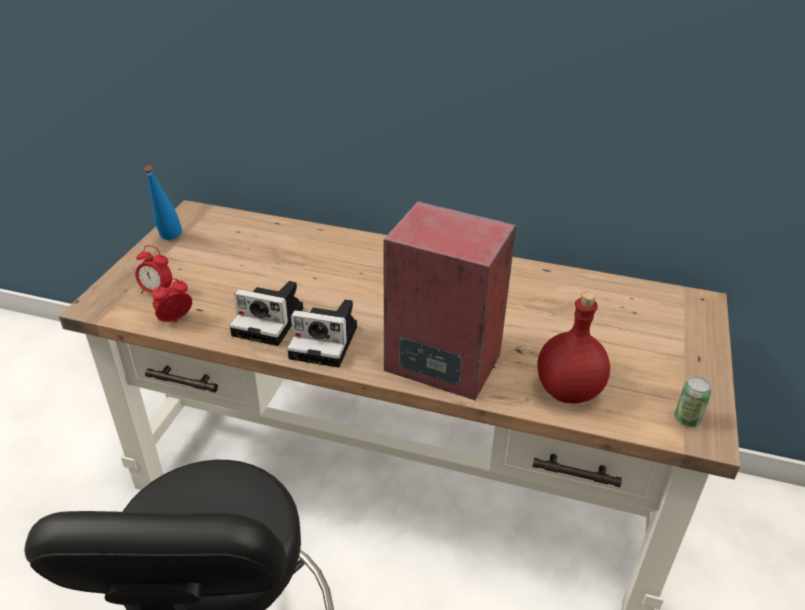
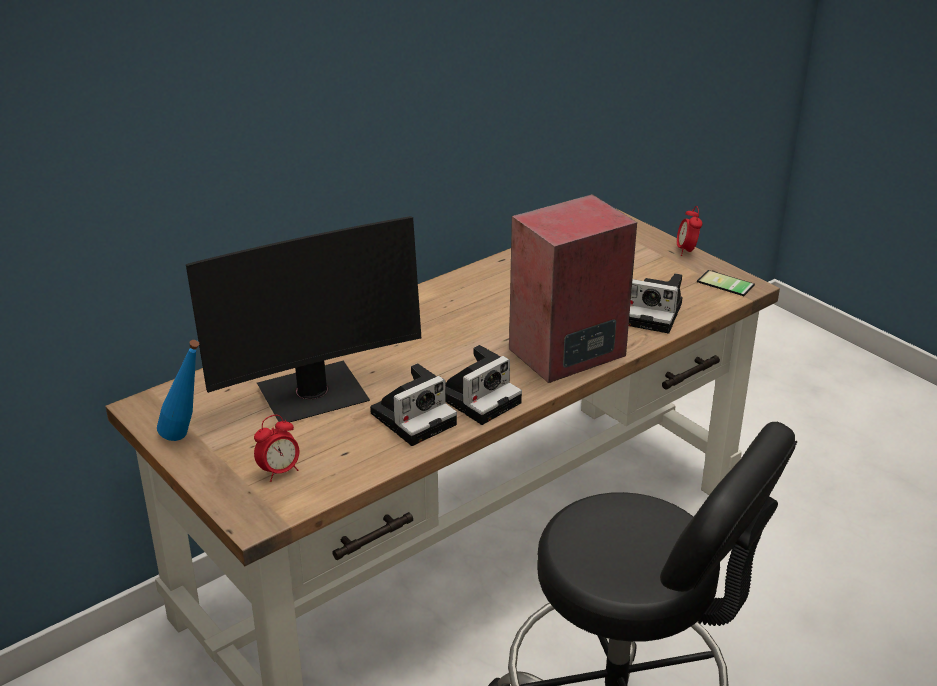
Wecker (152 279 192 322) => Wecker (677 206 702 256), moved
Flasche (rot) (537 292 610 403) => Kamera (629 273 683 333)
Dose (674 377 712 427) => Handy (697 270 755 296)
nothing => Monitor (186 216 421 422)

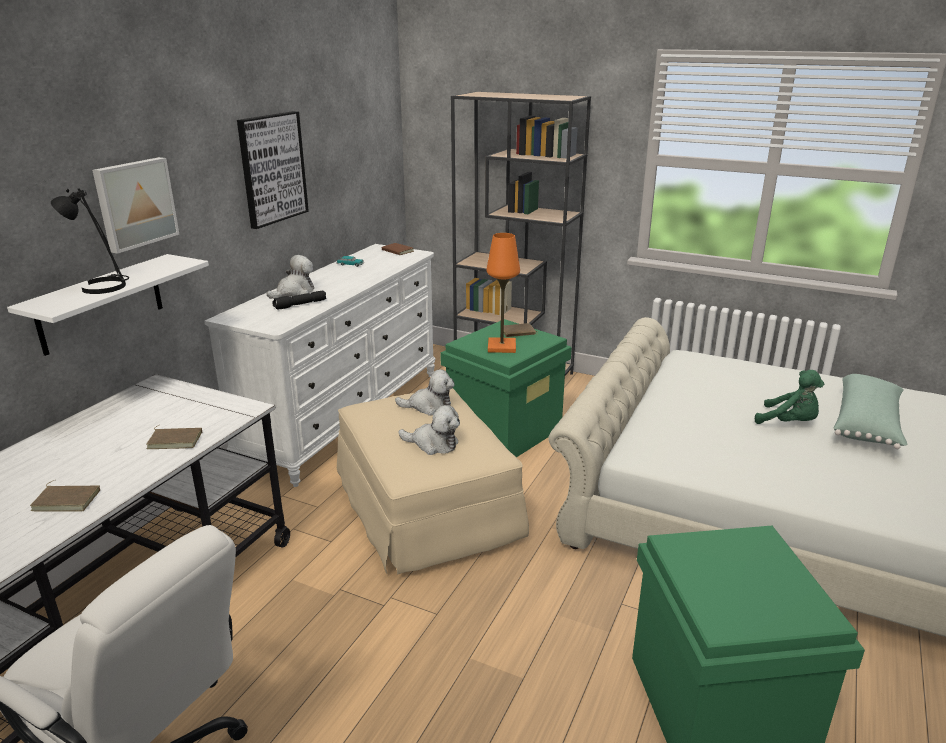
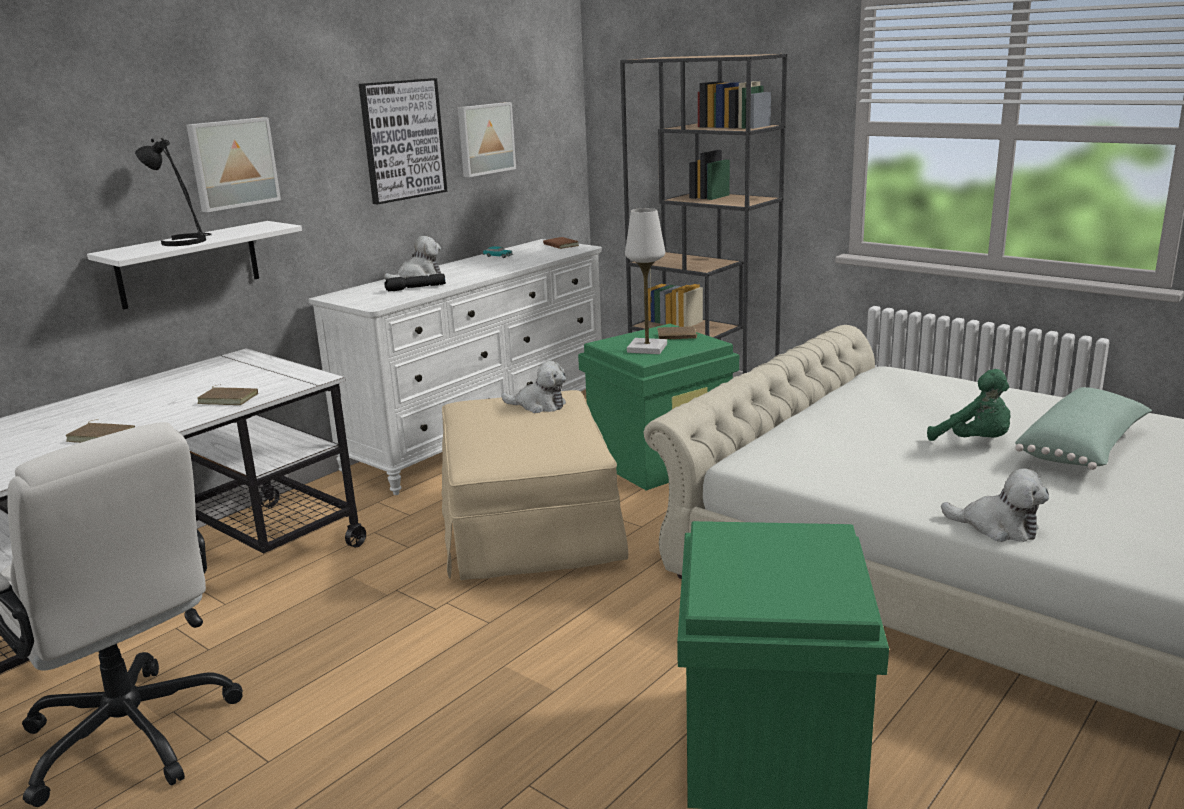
Tischlampe (orange) (486 233 520 353) => Tischlampe (weiß) (625 208 667 354)
Plüschtier (398 405 460 455) => Plüschtier (941 468 1049 542), moved
nothing => Bild (458 102 516 177)

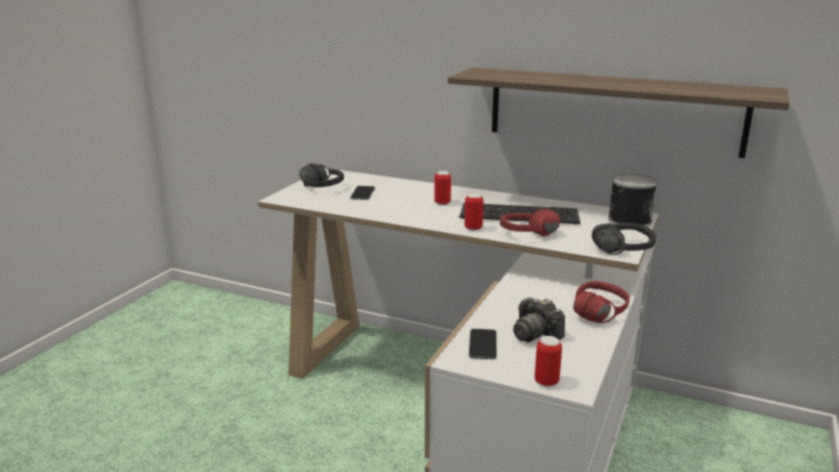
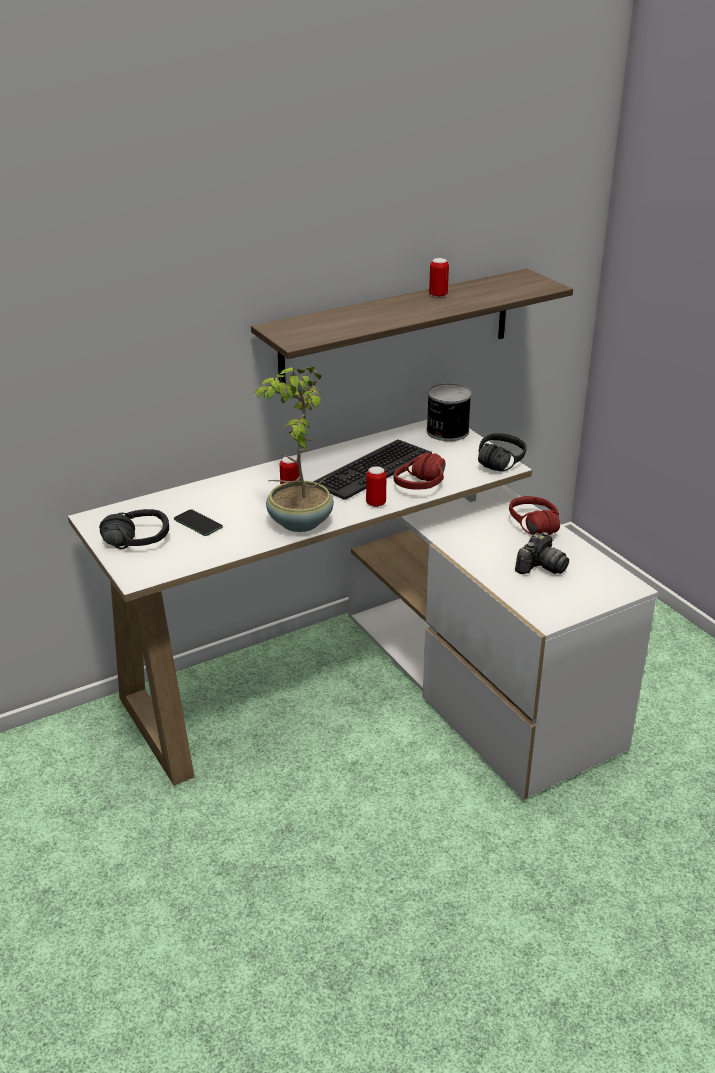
Kamera (513 297 565 342) => Kamera (515 532 569 574), 45 degrees counterclockwise
Handy (469 329 497 359) => nothing
Dose (535 336 562 387) => Dose (429 258 449 298), moved
nothing => Topfpflanze (254 367 334 532)

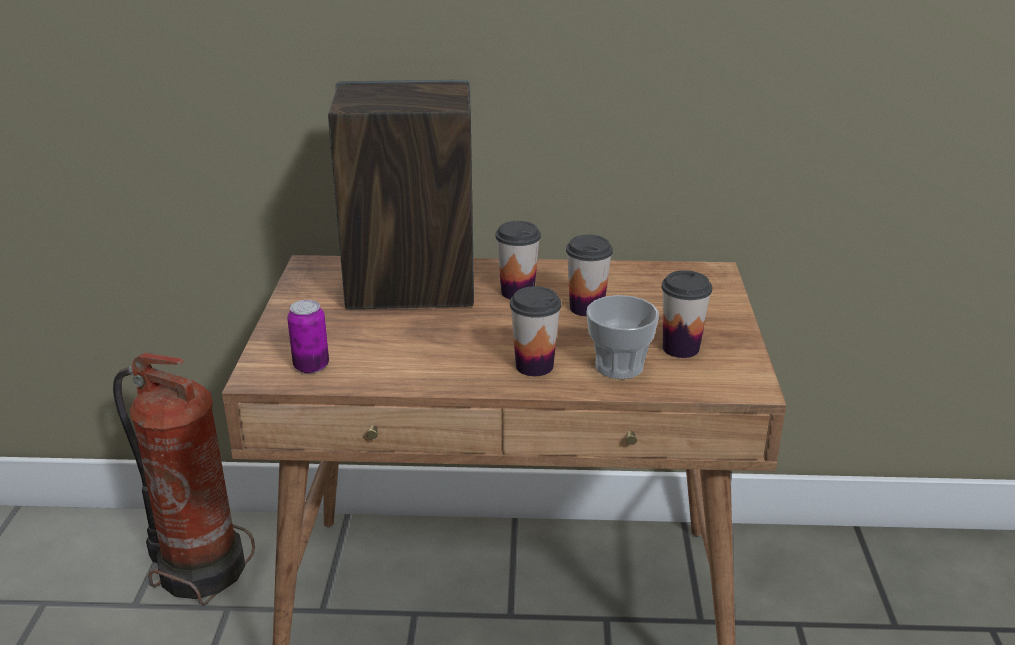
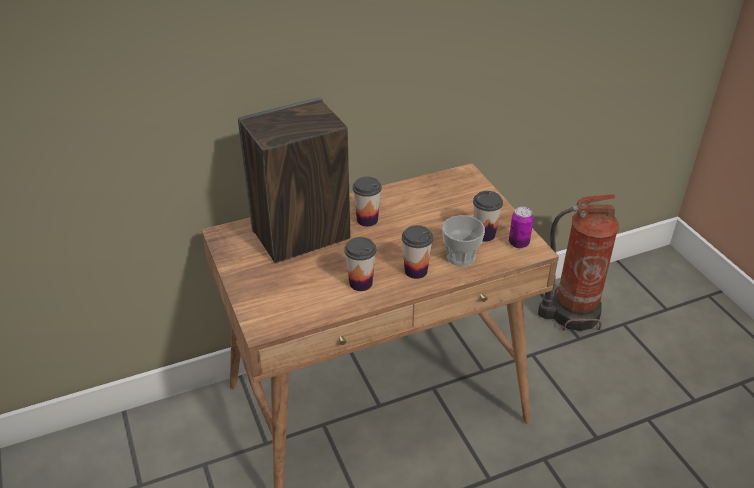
Tasse (566 235 613 316) => Tasse (344 237 376 291), moved
Dose (287 300 329 373) => Dose (509 207 534 248), moved
Feuerlöscher (113 352 255 606) => Feuerlöscher (538 194 619 331), moved

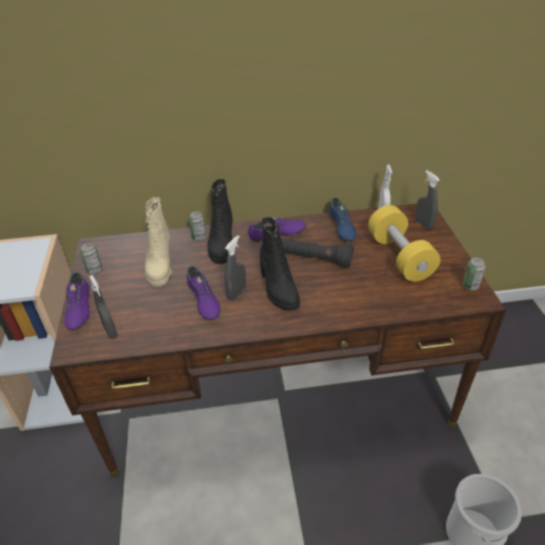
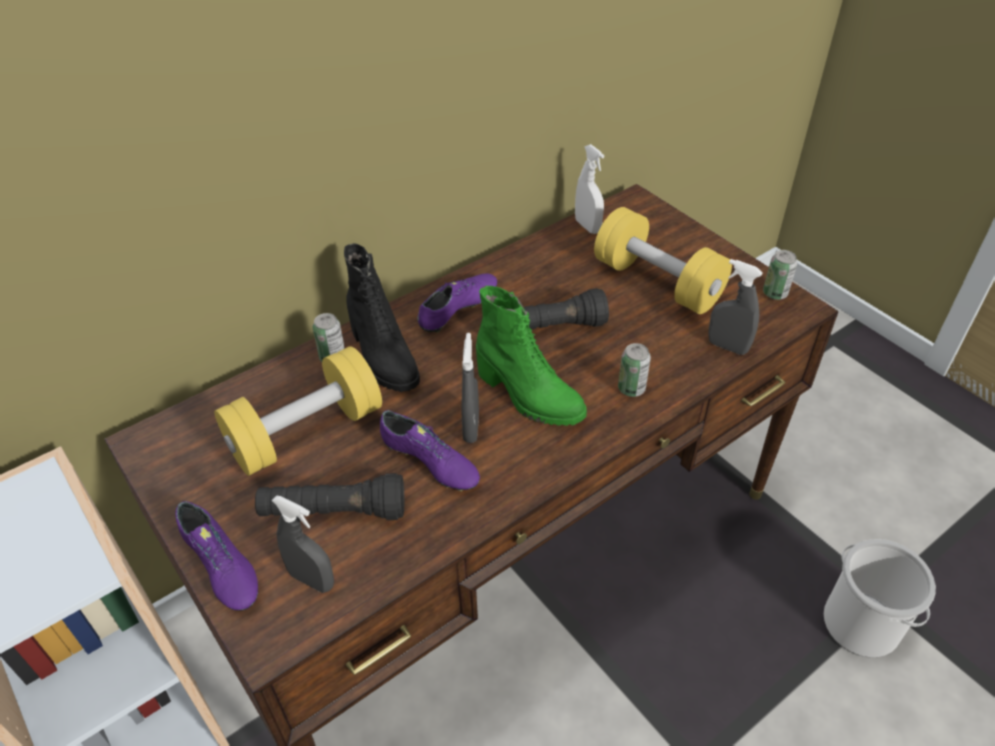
Sprühflasche (grau) (415 170 440 230) => Sprühflasche (grau) (708 259 763 355), moved
Stiefel (beige) (145 197 172 287) => Hantel (gelb) (214 346 382 476)
Schuh (blau) (329 197 356 242) => nothing
Stiefel (schwarz) (260 217 300 311) => Stiefel (grün) (476 286 587 426)
Dose (80 243 102 274) => Dose (618 343 651 397), moved
nothing => Taschenlampe (schwarz) (255 473 404 520)

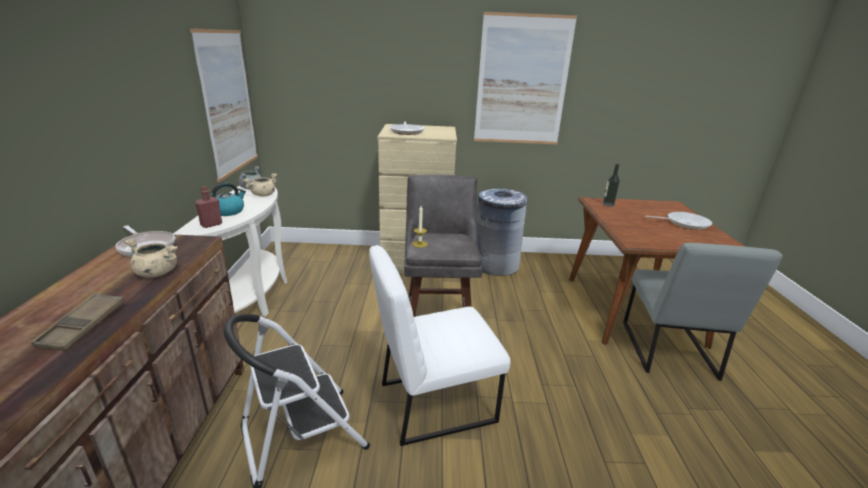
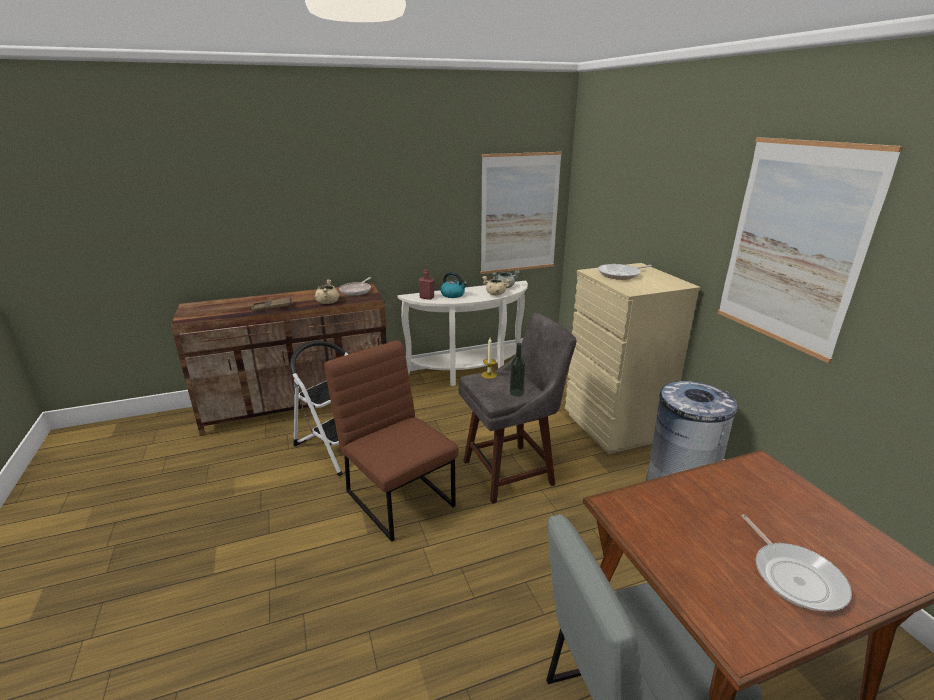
Flasche (603 164 620 207) => Flasche (510 343 526 397), moved
Stuhl (weiß) (369 245 510 446) => Stuhl (braun) (324 340 459 542)

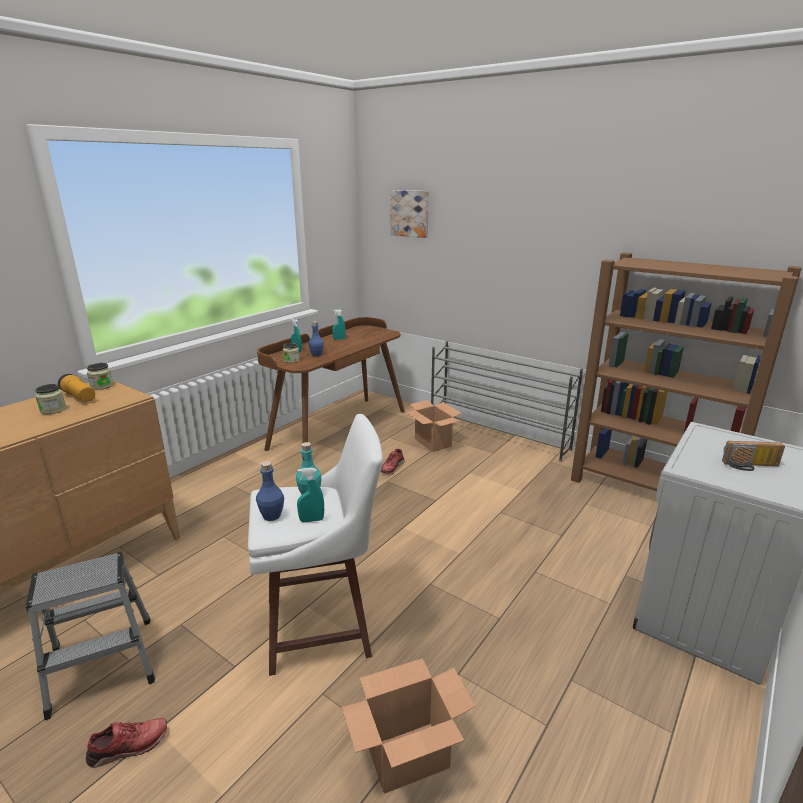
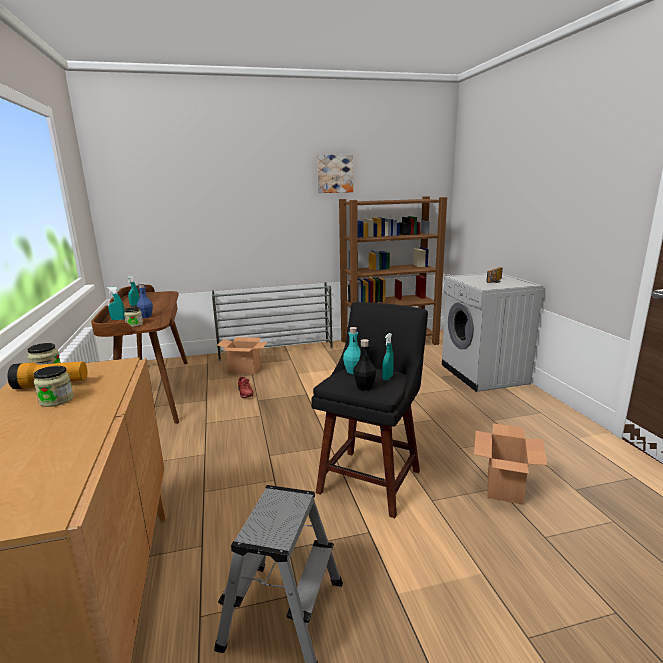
Bild (390 190 429 238) => Bild (317 155 353 193), moved
Hocker (weiß) (248 414 383 676) => Hocker (schwarz) (311 302 428 518)
Flasche (blau) (256 461 284 521) => Flasche (schwarz) (353 339 376 391)
Schuh (rot) (86 718 167 768) => nothing

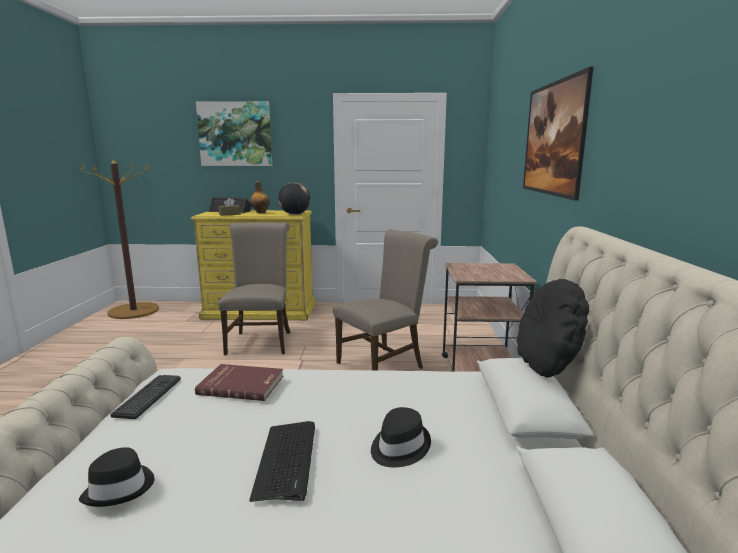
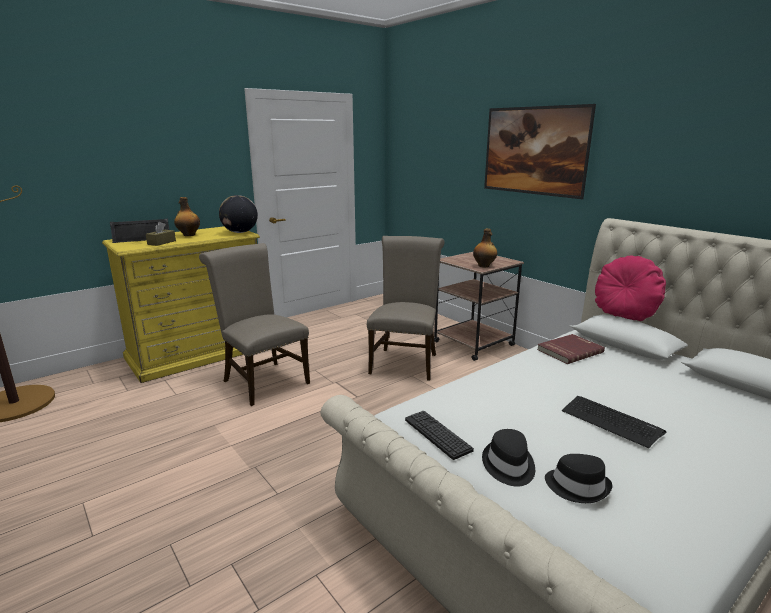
Bild (196 101 272 166) => nothing
Kissen (schwarz) (517 279 589 378) => Kissen (rosa) (595 255 666 321)
Buch (rot) (195 364 283 401) => Buch (rot) (537 334 605 364), moved
Hut (schwarz) (371 407 431 467) => Hut (schwarz) (482 429 535 487), moved
nothing => Flasche (473 228 497 267)

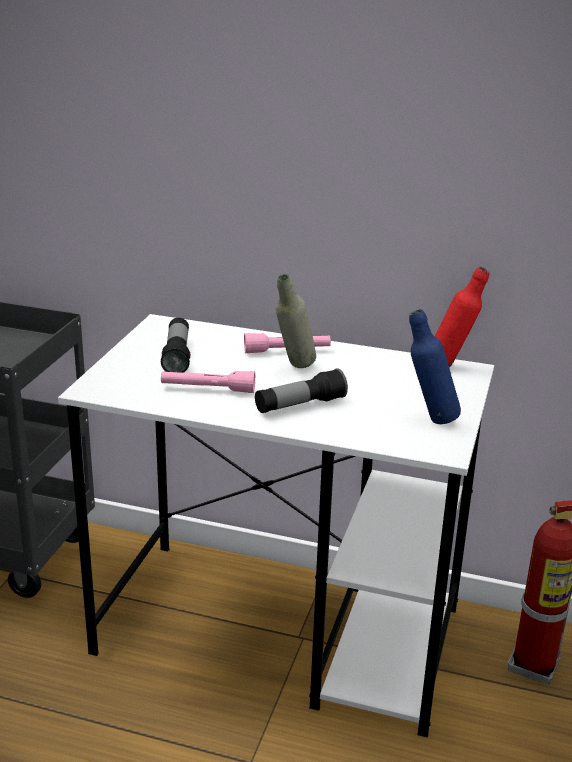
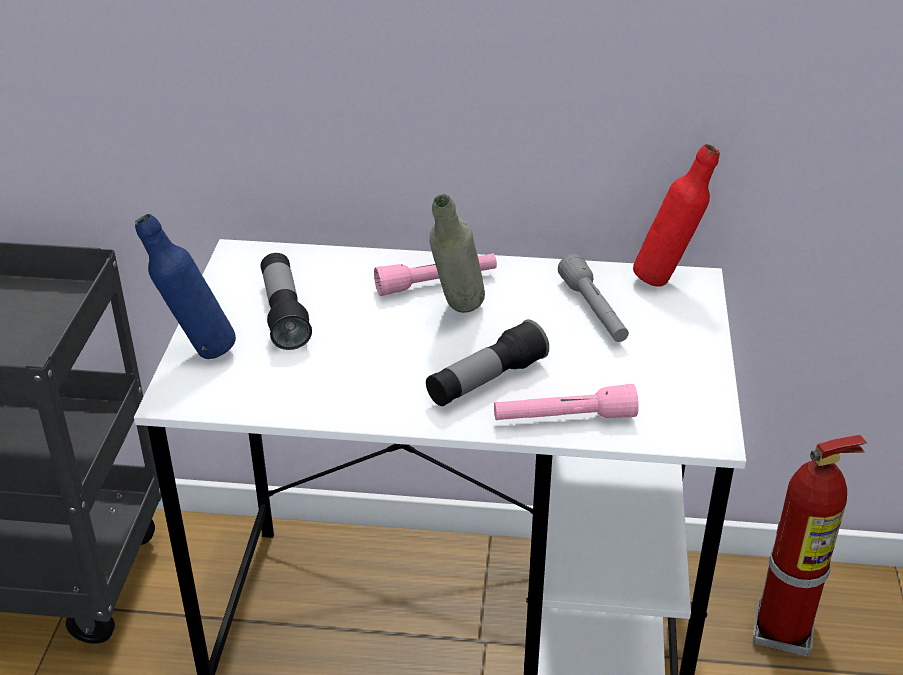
Flasche (blau) (409 309 461 424) => Flasche (blau) (135 214 236 359), moved
Taschenlampe (rosa) (161 371 255 393) => Taschenlampe (rosa) (494 384 639 420), moved
nothing => Taschenlampe (grau) (558 254 629 342)

